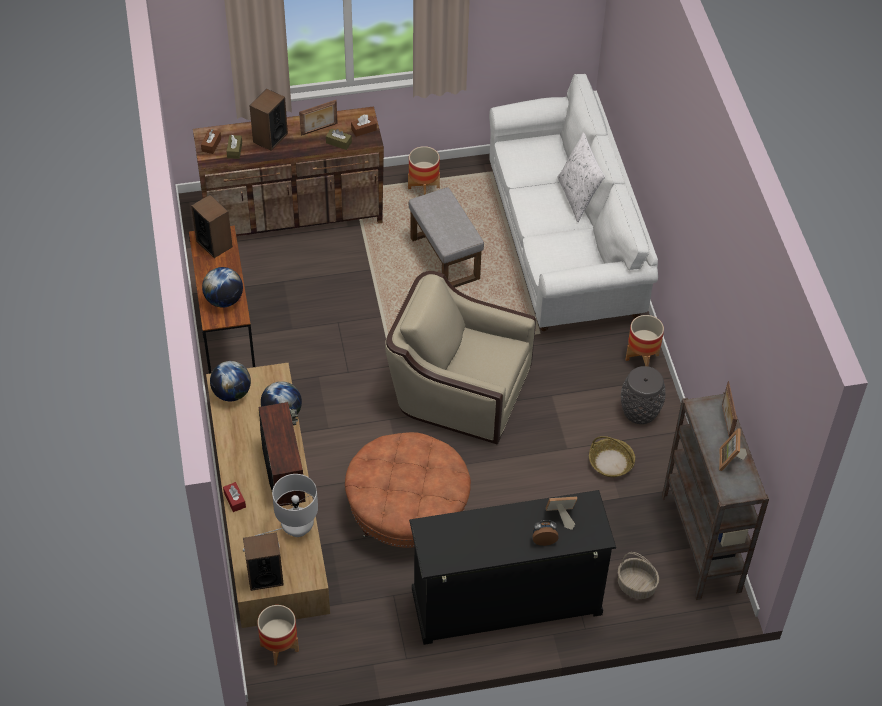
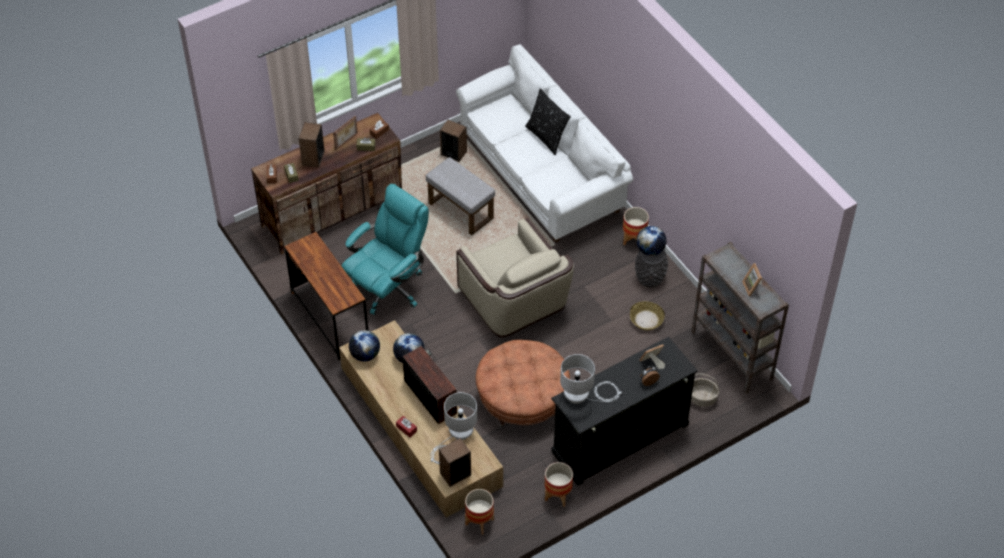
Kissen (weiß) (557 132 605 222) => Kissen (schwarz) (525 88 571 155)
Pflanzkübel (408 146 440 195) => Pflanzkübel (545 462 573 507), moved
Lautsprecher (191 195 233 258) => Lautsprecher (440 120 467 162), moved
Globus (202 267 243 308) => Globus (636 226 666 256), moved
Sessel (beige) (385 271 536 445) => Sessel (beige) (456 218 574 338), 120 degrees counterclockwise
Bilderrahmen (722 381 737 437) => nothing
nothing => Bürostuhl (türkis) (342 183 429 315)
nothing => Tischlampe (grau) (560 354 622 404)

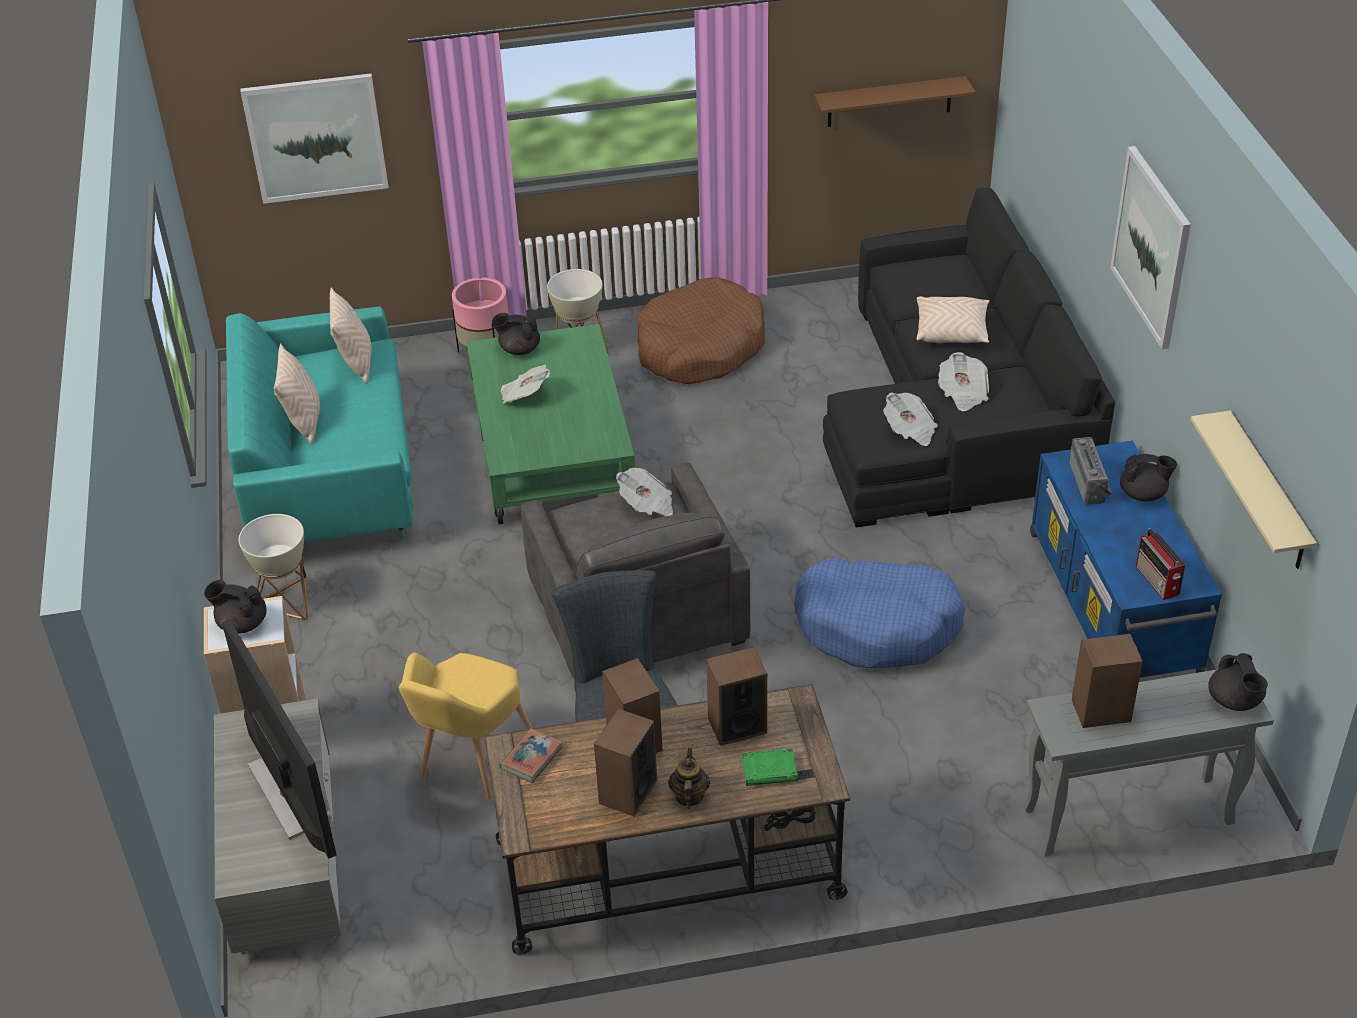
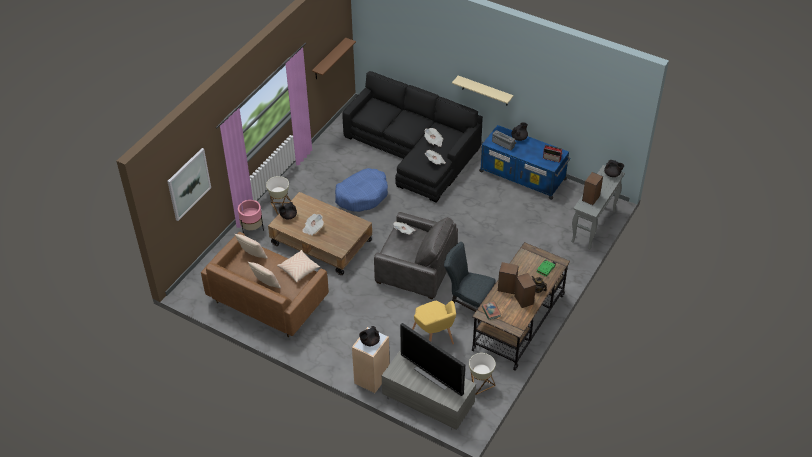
Bild (1110 146 1191 349) => nothing
Hundebett (braun) (637 277 765 384) => nothing
Kissen (beige) (917 296 990 343) => Kissen (beige) (277 250 320 282), moved
Sofa (türkis) (226 307 413 542) => Sofa (braun) (201 232 329 337)
Couchtisch (grün) (466 324 635 525) => Couchtisch (braun) (268 192 372 275)
Wandregal (beige) (1190 411 1317 569) => Wandregal (beige) (452 75 514 105), moved
Pflanzkübel (238 514 308 620) => Pflanzkübel (469 353 495 395), moved
Hundebett (blau) (794 557 966 668) => Hundebett (blau) (335 168 388 212), moved
Fernseher (222 619 337 859) => Fernseher (400 323 465 396), 150 degrees counterclockwise
Lautsprecher (706 647 767 746) => nothing

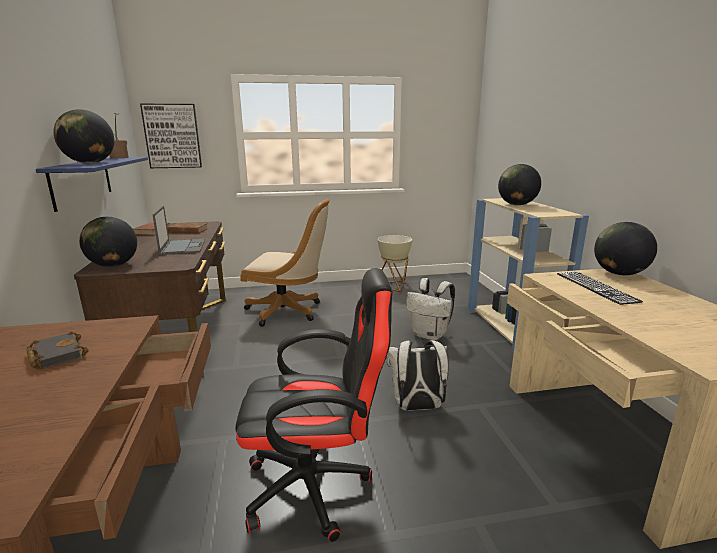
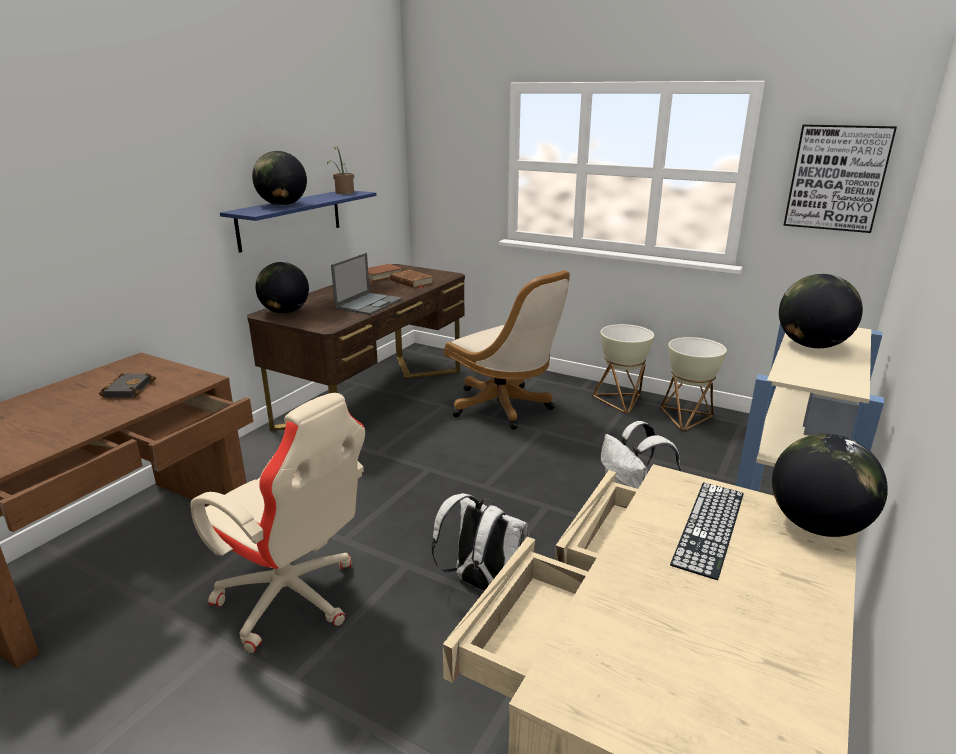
Bild (140 104 202 168) => Bild (783 124 897 233), moved
Bürostuhl (schwarz) (236 268 392 542) => Bürostuhl (beige) (190 393 365 653)
nothing => Pflanzkübel (593 324 654 414)

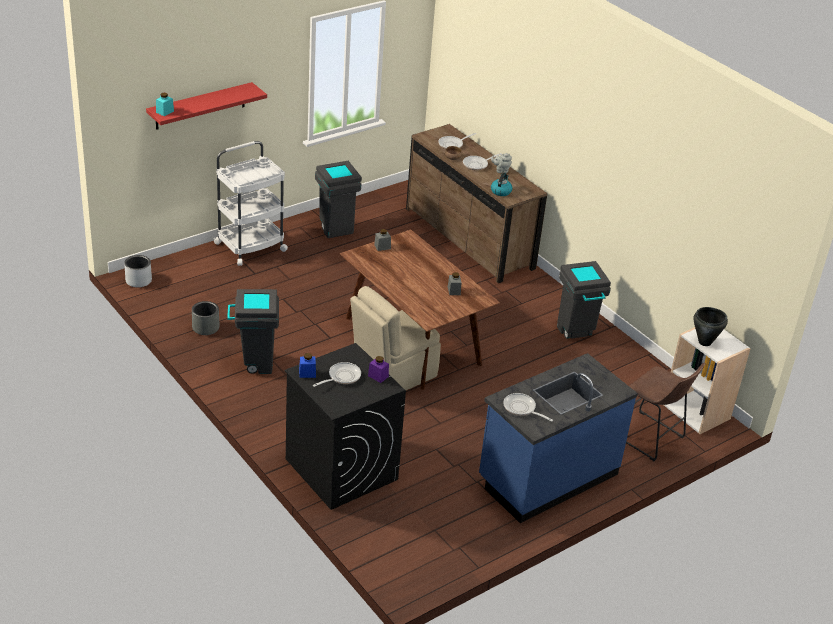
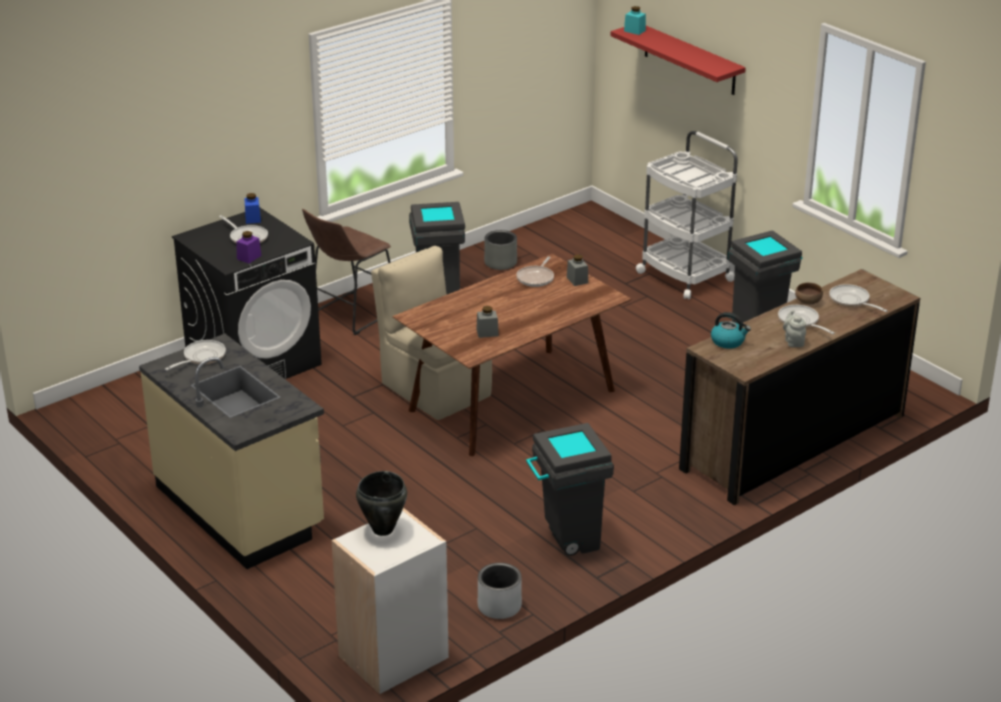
Pflanzkübel (grau) (124 255 152 288) => Pflanzkübel (grau) (478 563 522 619), moved
Küchenzeile (blau) (479 353 638 523) => Küchenzeile (beige) (139 334 324 569)
Hocker (braun) (626 363 705 461) => Hocker (braun) (302 209 391 335), moved
nothing => Pfanne (516 256 554 287)

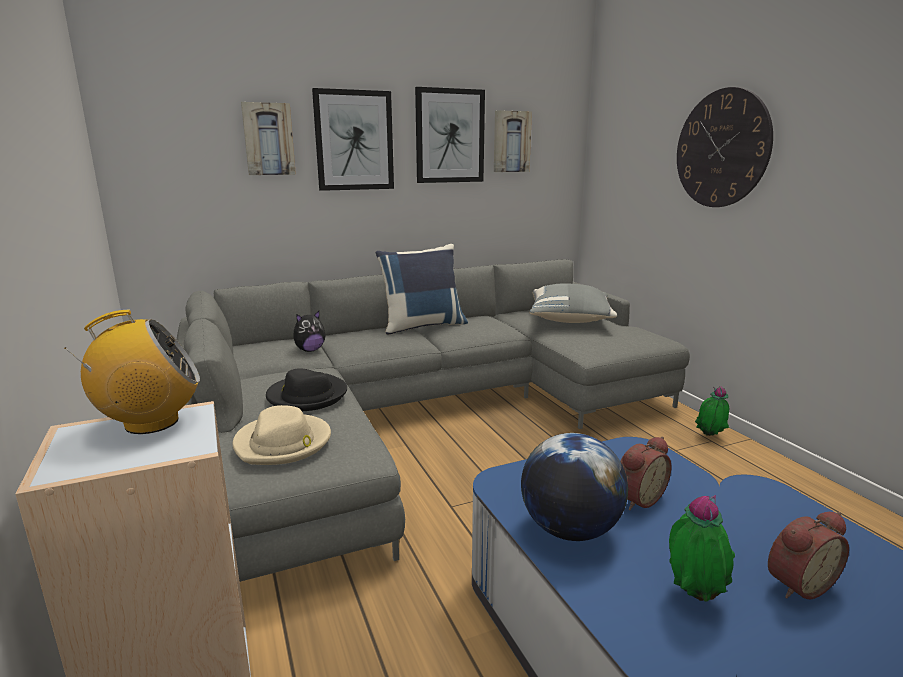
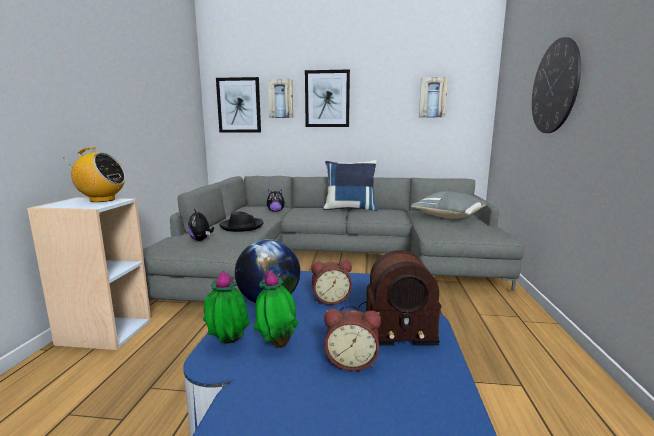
Bild (415 87 485 183) => Bild (216 77 261 132), moved
Topfpflanze (695 386 729 436) => Topfpflanze (203 271 250 344), moved
Hut (beige) (233 405 331 465) => Plüschtier (188 209 214 241)
nothing => Radio (340 250 441 346)

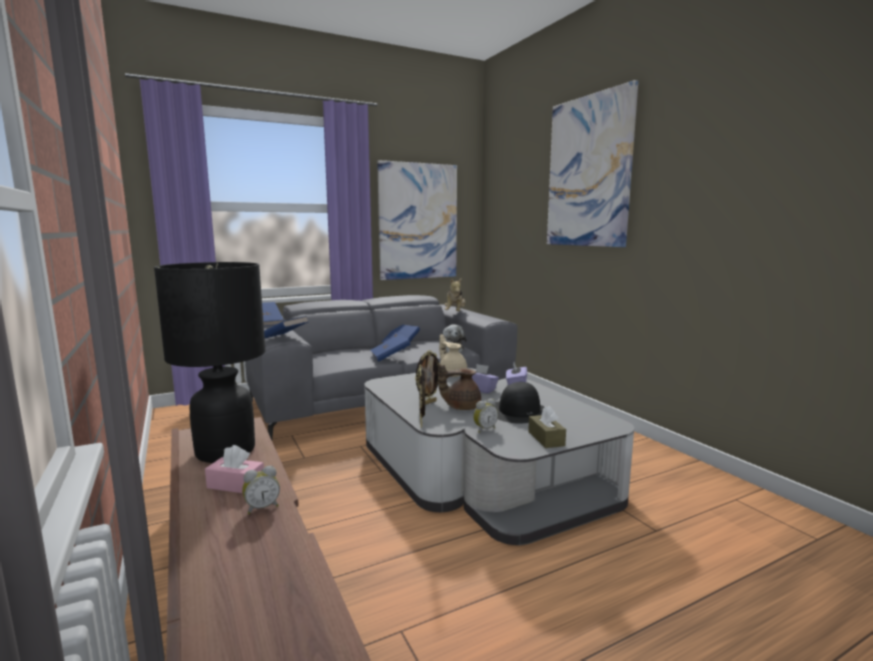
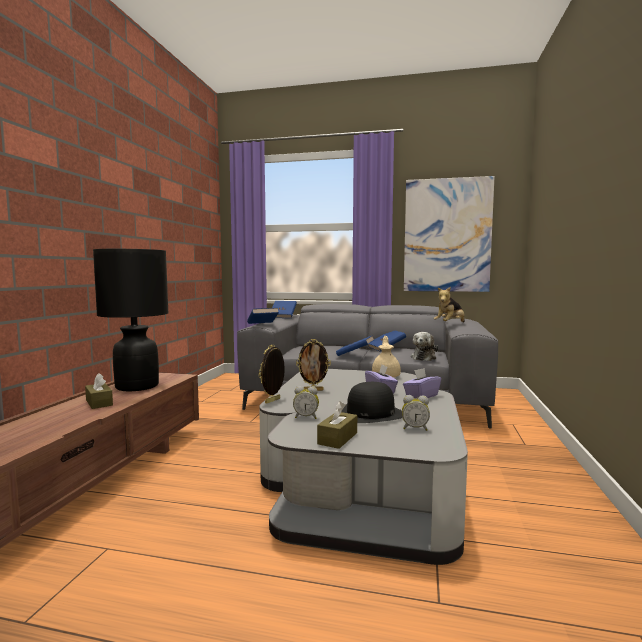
Bild (547 80 638 247) => nothing
Teekanne (braun) (438 364 481 410) => nothing
Taschentuchbox (rosa) (205 445 264 493) => Taschentuchbox (braun) (85 373 113 409)
Wecker (242 466 280 514) => Wecker (402 395 430 431), moved

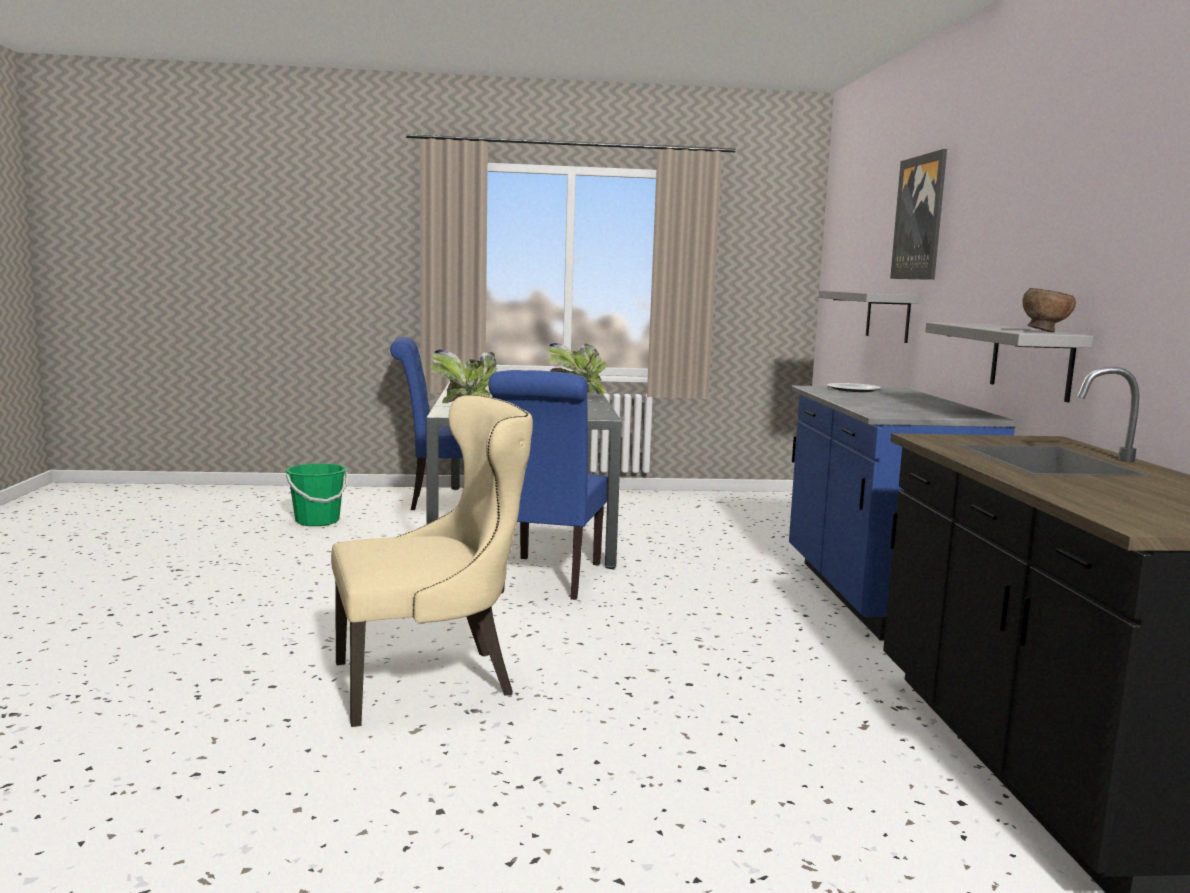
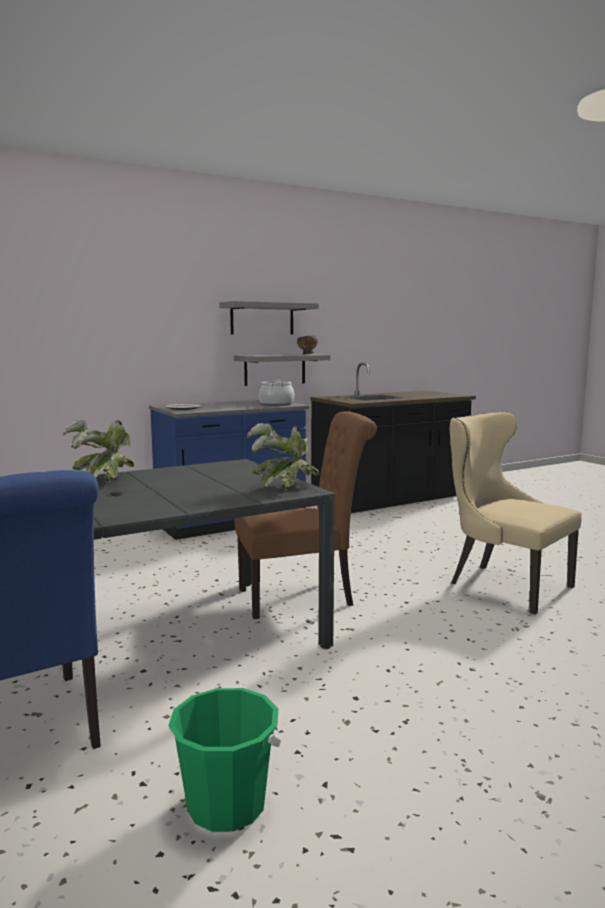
Bild (890 149 947 280) => nothing
Wandregal (grau) (819 290 919 343) => Wandregal (grau) (219 301 319 335), moved
Stuhl (blau) (488 370 608 600) => Stuhl (braun) (235 411 377 619)
nothing => Kochtopf (259 380 294 406)

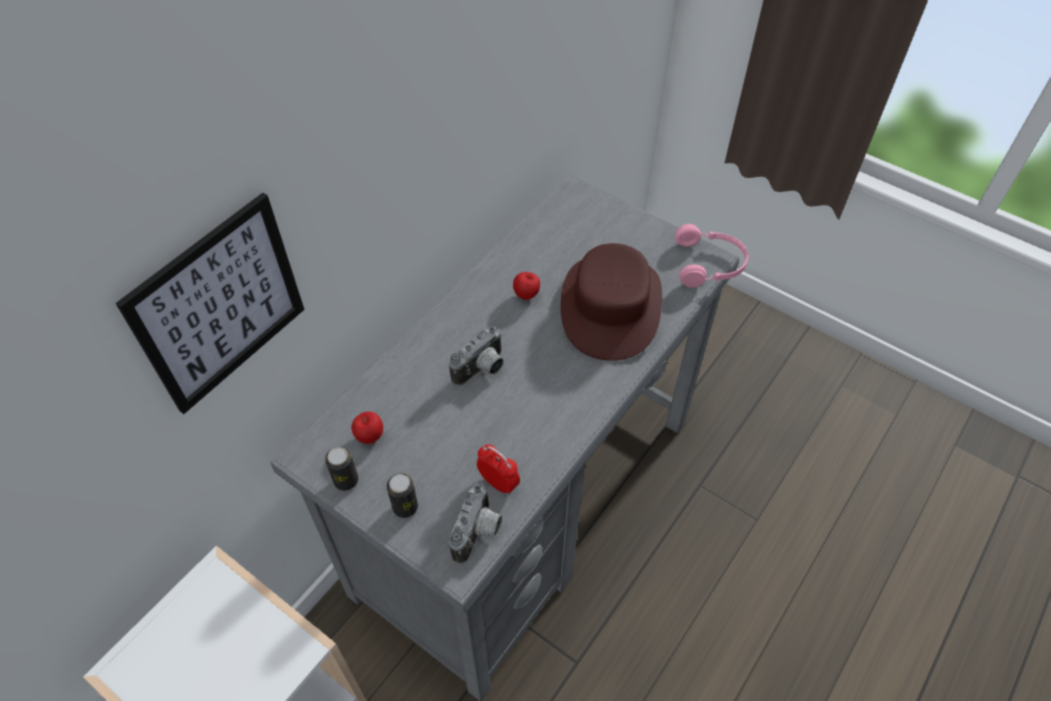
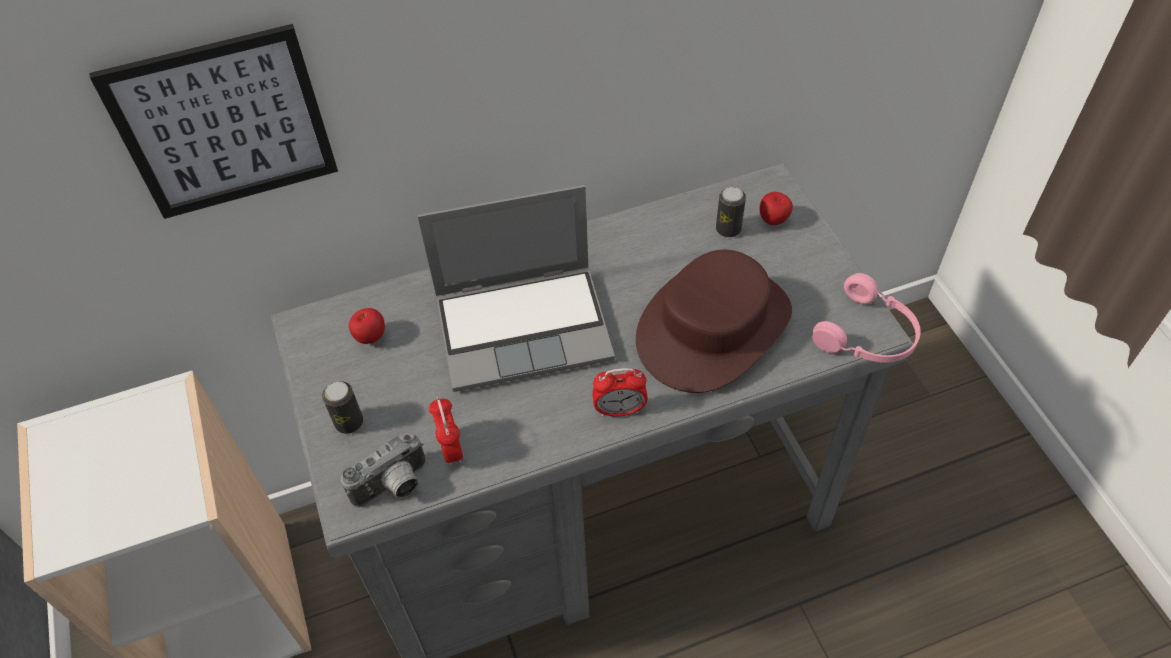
Apfel (513 272 540 300) => Apfel (760 192 793 225), moved
Kamera (449 327 504 386) => Laptop (418 185 615 392)
Dose (325 447 359 491) => Dose (716 186 746 237), moved
nothing => Wecker (592 368 648 417)

